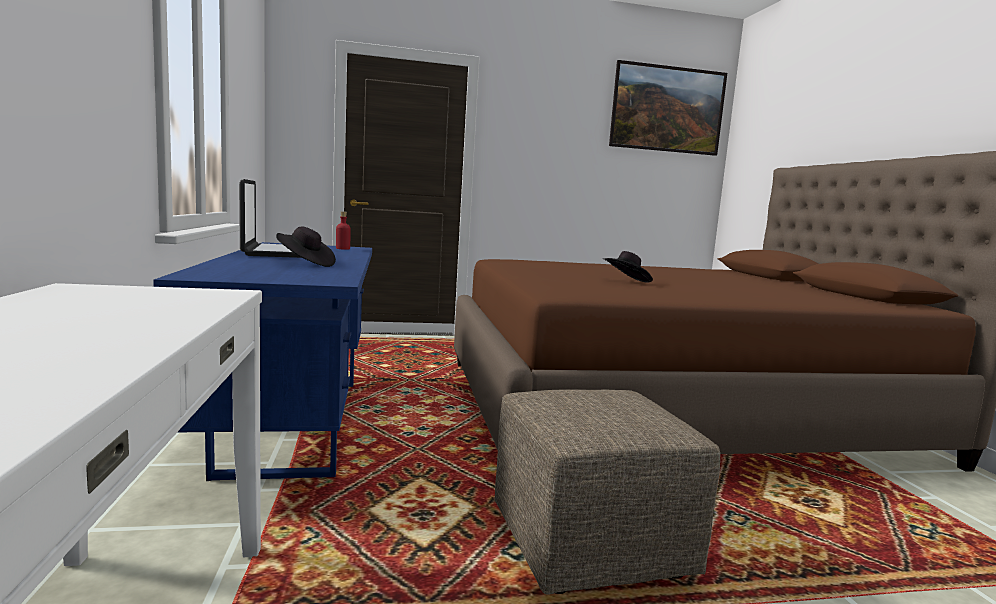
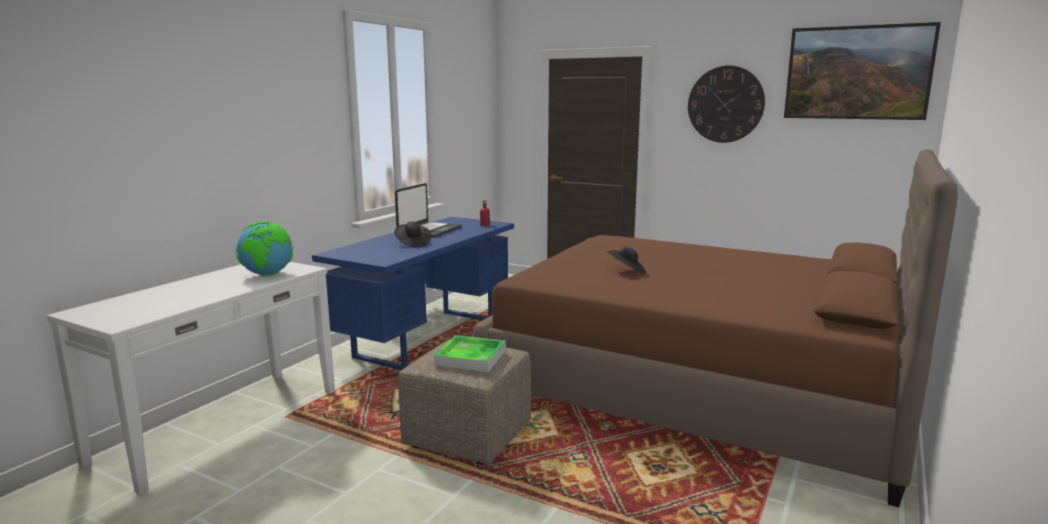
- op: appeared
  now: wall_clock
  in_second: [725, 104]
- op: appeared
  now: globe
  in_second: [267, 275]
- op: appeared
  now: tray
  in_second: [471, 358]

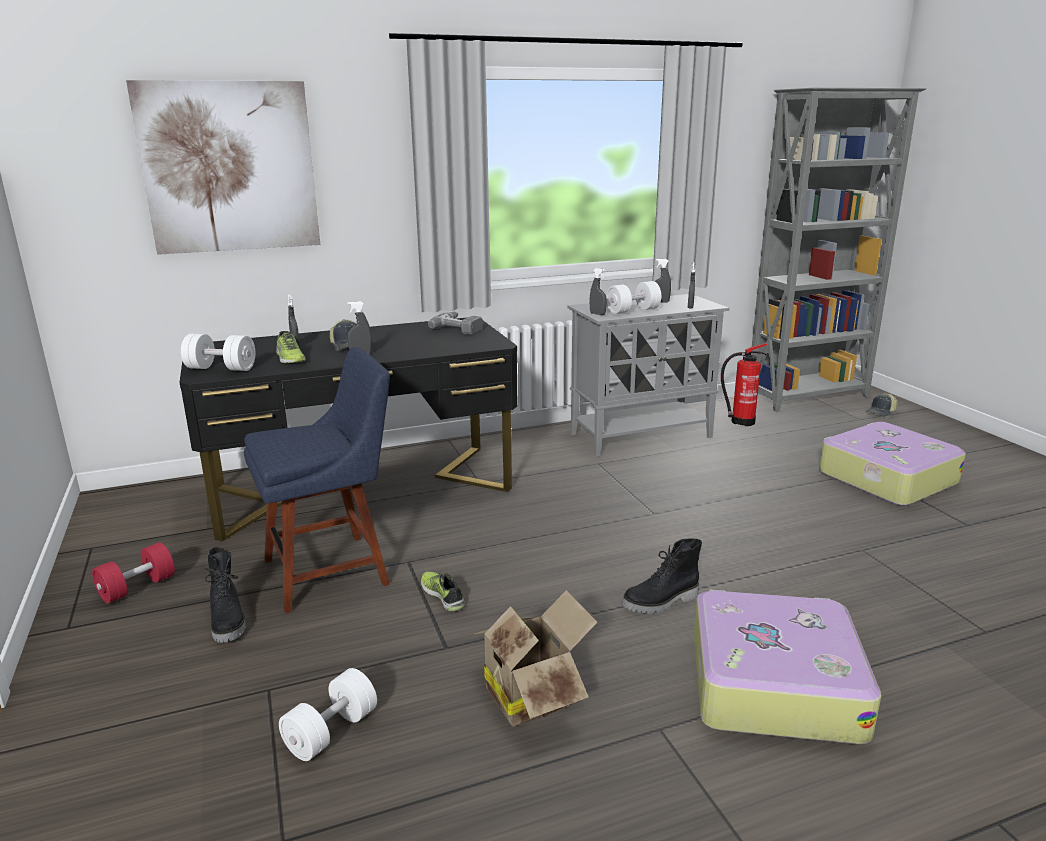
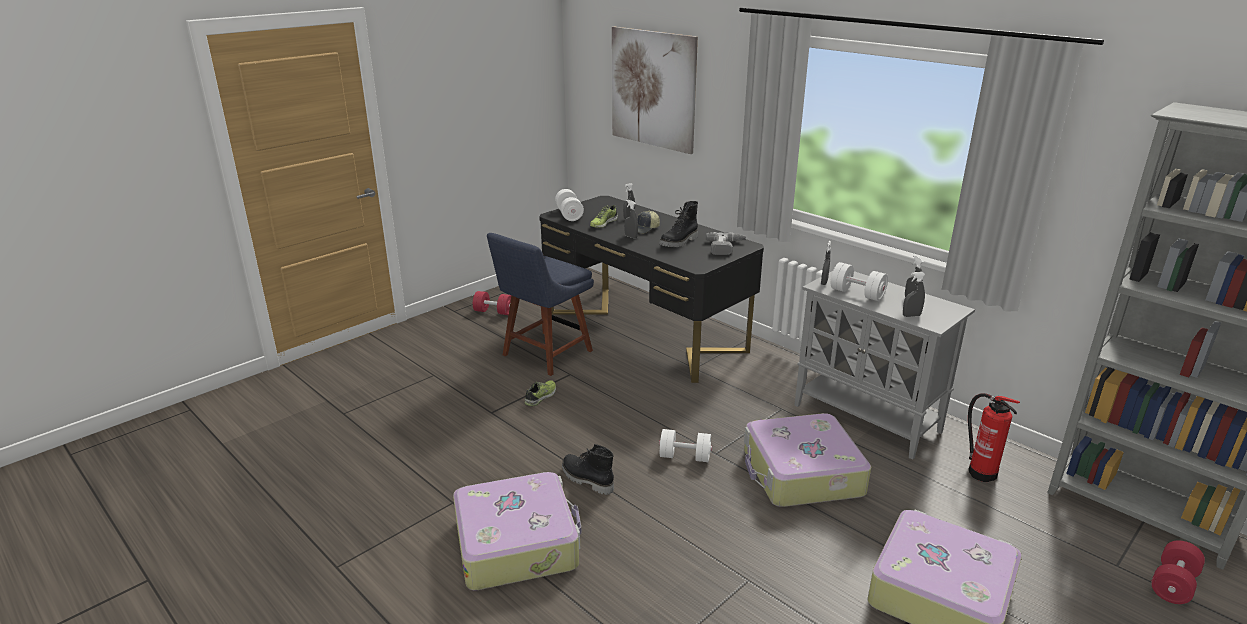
- op: spun
  was: blue_chair
  in_first: [333, 570]
  in_second: [544, 354]
  clockwise: 90
- op: exchanged
  was: cap
  now: red_dumbbell
  in_first: [881, 412]
  in_second: [1173, 584]
- op: relocated
  was: black_boot
  in_first: [229, 621]
  in_second: [679, 242]
- op: missing
  was: cardboard_box
  in_first: [532, 695]
- op: relocated
  was: white_dumbbell
  in_first: [331, 732]
  in_second: [685, 456]
- op: appeared
  now: suitcase
  in_second: [801, 474]

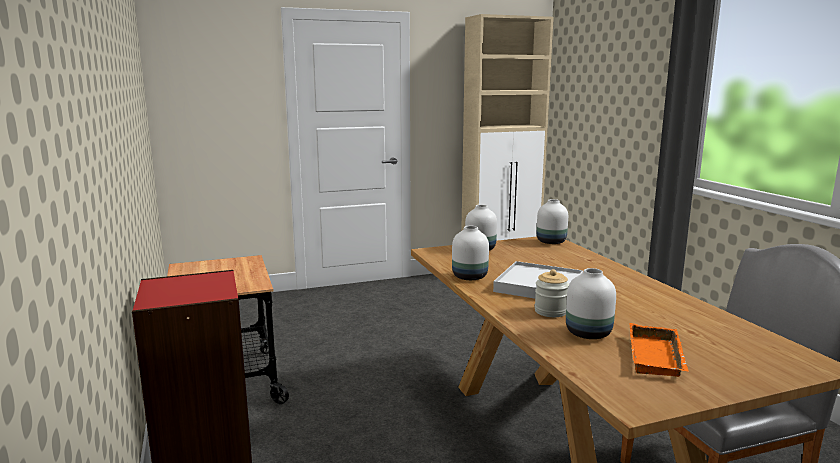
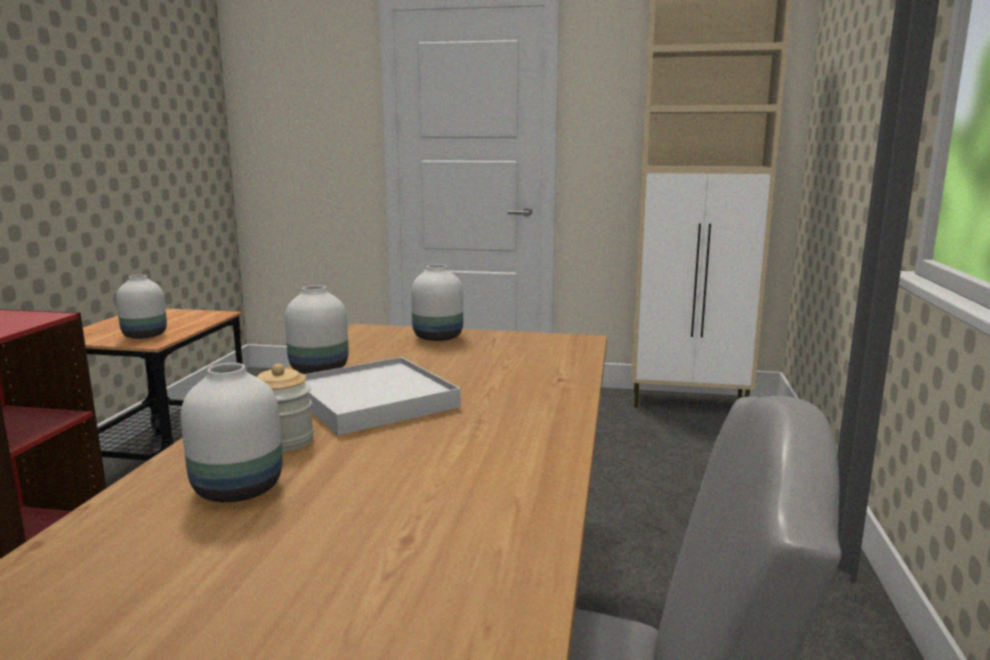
- op: relocated
  was: white_vase
  in_first: [551, 242]
  in_second: [144, 336]
- op: missing
  was: orange_tray
  in_first: [658, 357]

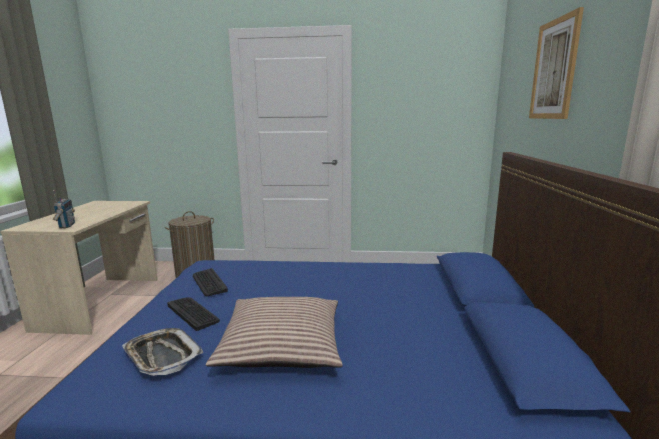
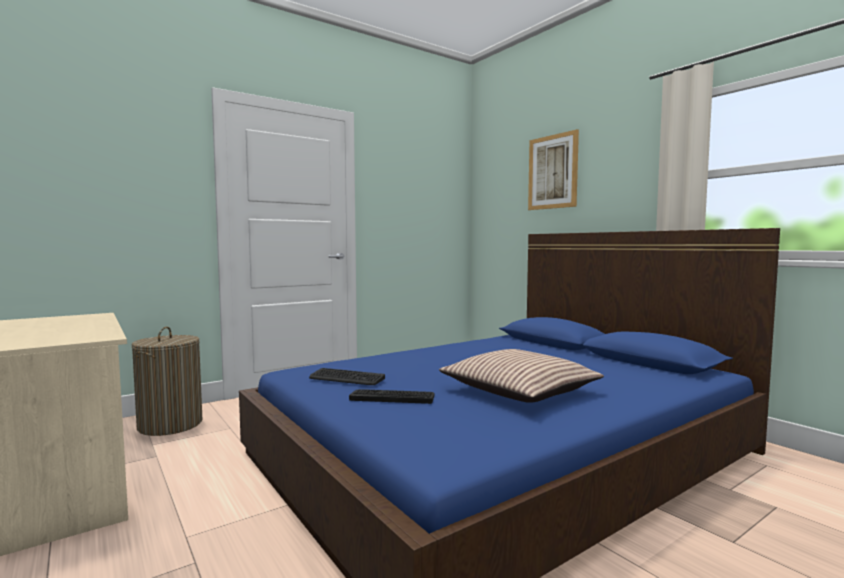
- op: missing
  was: radio
  in_first: [66, 226]
- op: missing
  was: tray
  in_first: [162, 356]

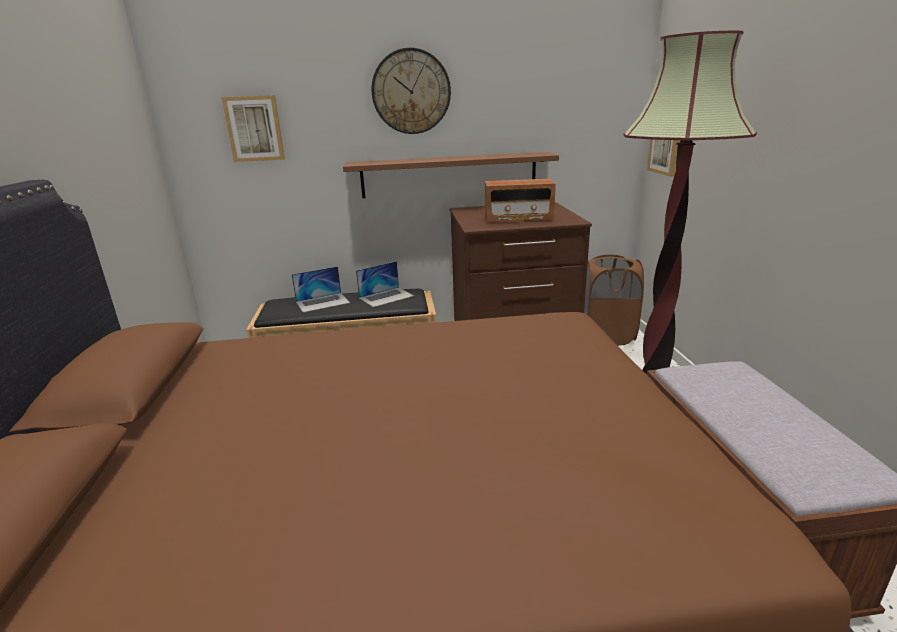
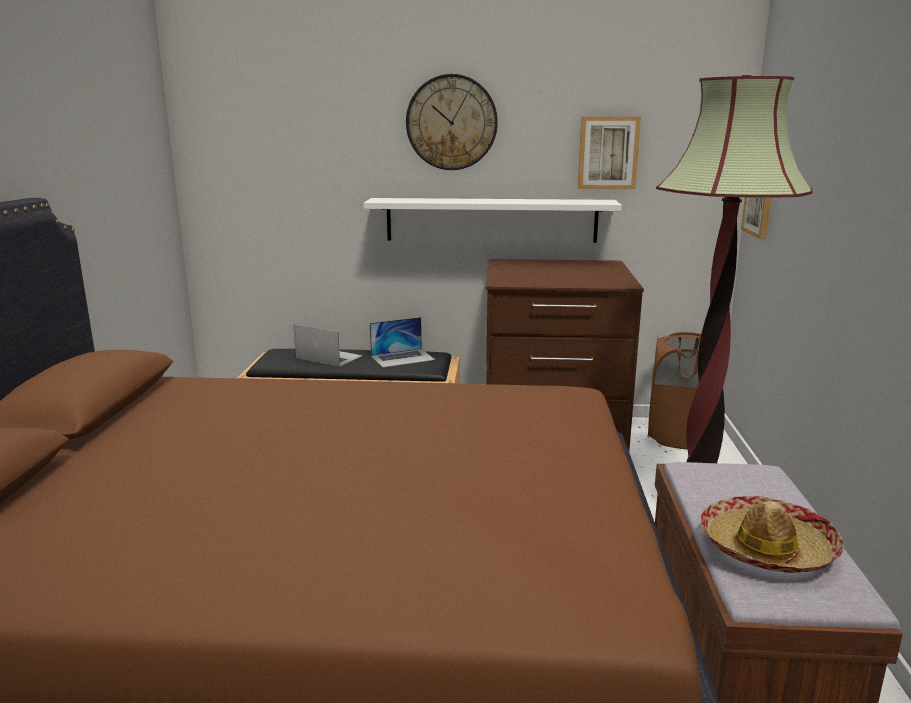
- op: relocated
  was: picture
  in_first: [254, 129]
  in_second: [608, 153]
- op: colour
  was: brown_shelf
  now: white_shelf
  in_first: [449, 175]
  in_second: [491, 220]
- op: missing
  was: radio
  in_first: [518, 219]
- op: spun
  was: laptop
  in_first: [323, 302]
  in_second: [328, 357]
  clockwise: -135
- op: appeared
  now: hat
  in_second: [767, 548]

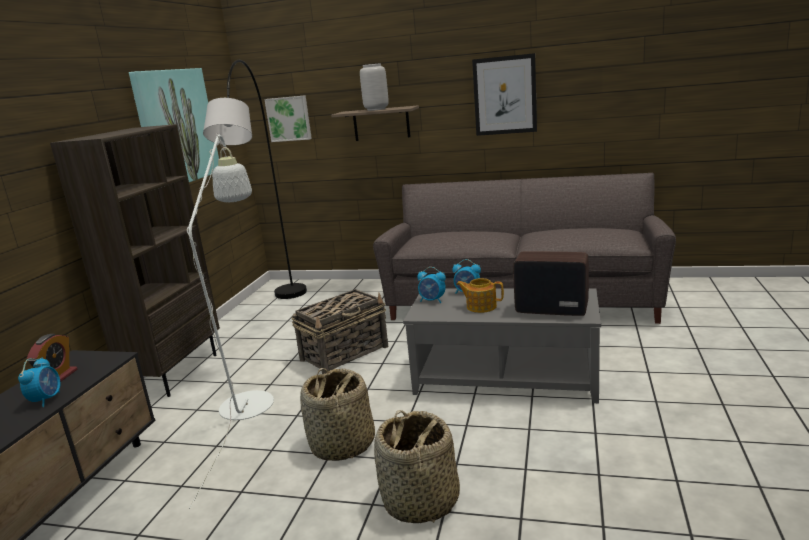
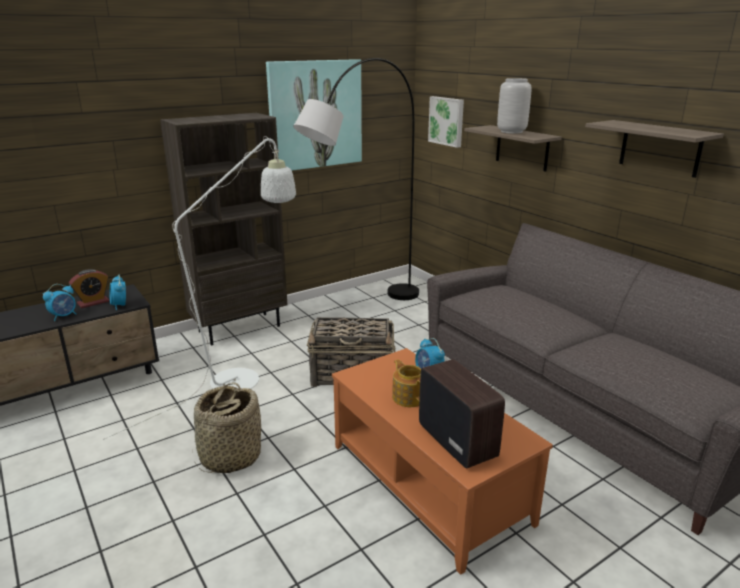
- op: exchanged
  was: picture
  now: shelf
  in_first: [505, 95]
  in_second: [660, 148]
- op: relocated
  was: alarm_clock
  in_first: [432, 301]
  in_second: [120, 305]
- op: colour
  was: grey_coffee_table
  now: orange_coffee_table
  in_first: [506, 376]
  in_second: [429, 482]
- op: missing
  was: basket
  in_first: [420, 502]

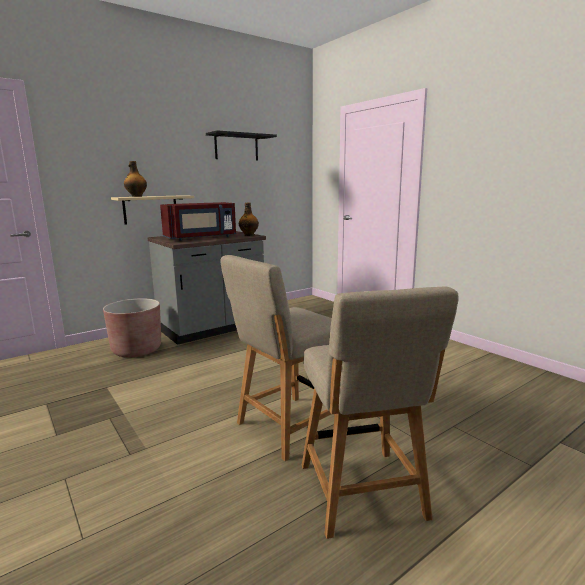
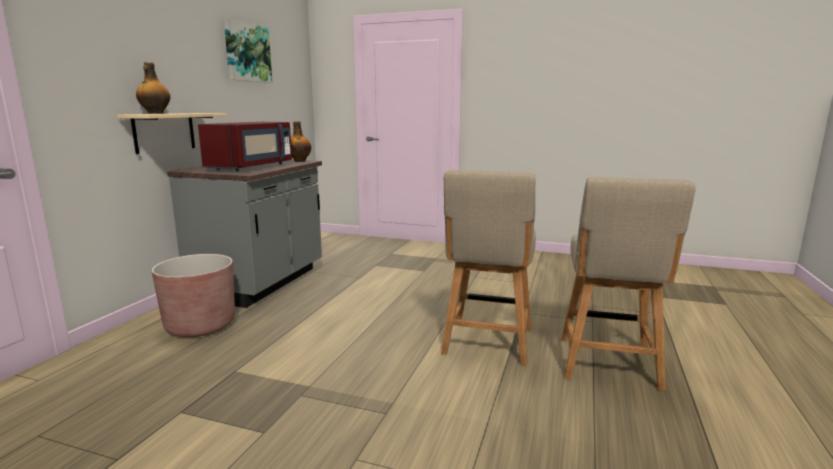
- op: exchanged
  was: black_shelf
  now: picture
  in_first: [236, 147]
  in_second: [247, 53]
- op: spun
  was: beige_chair
  in_first: [363, 495]
  in_second: [608, 365]
  clockwise: 60

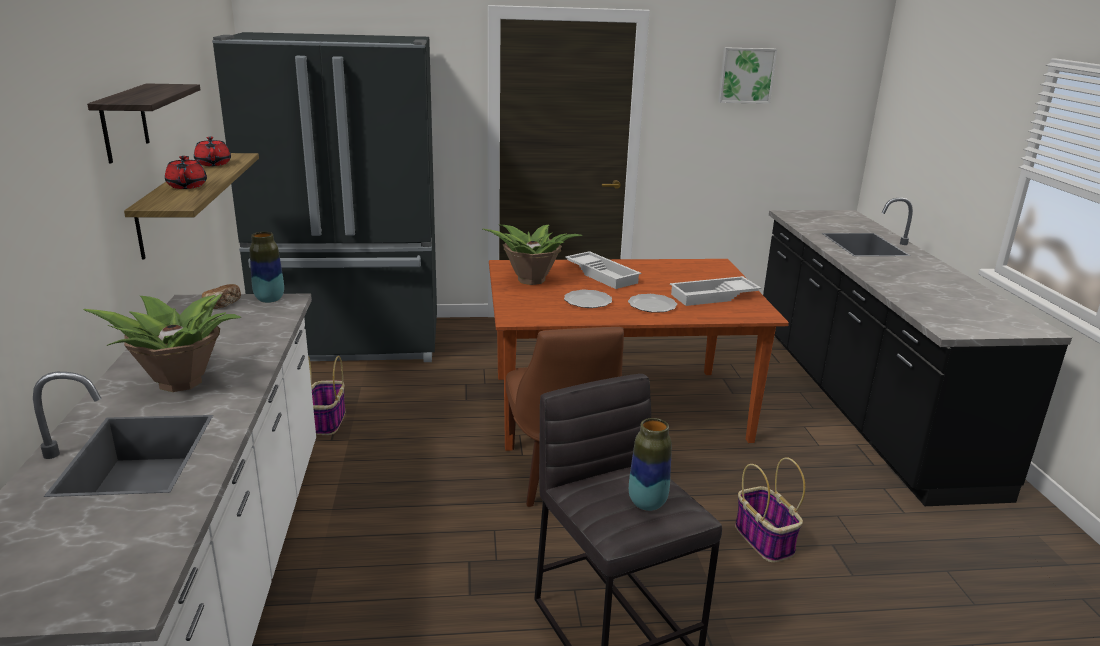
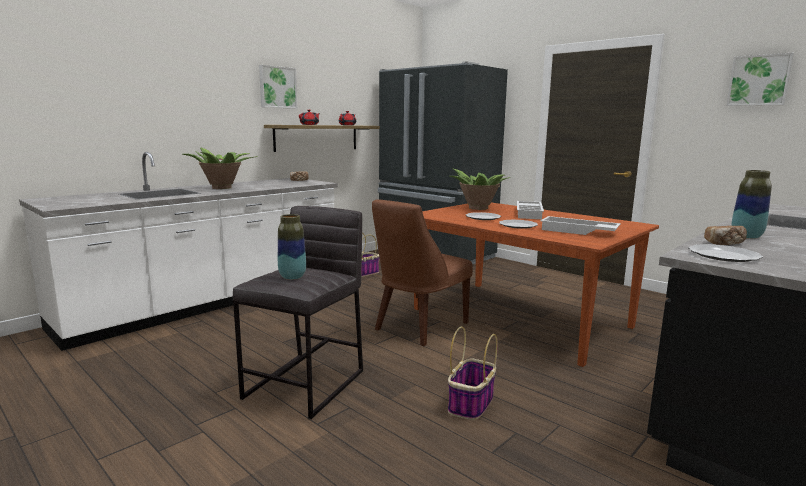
- op: exchanged
  was: shelf
  now: picture
  in_first: [124, 122]
  in_second: [277, 87]
- op: relocated
  was: vase
  in_first: [269, 299]
  in_second: [746, 237]
- op: appeared
  now: bread
  in_second: [725, 243]
- op: appeared
  now: plate
  in_second: [724, 256]

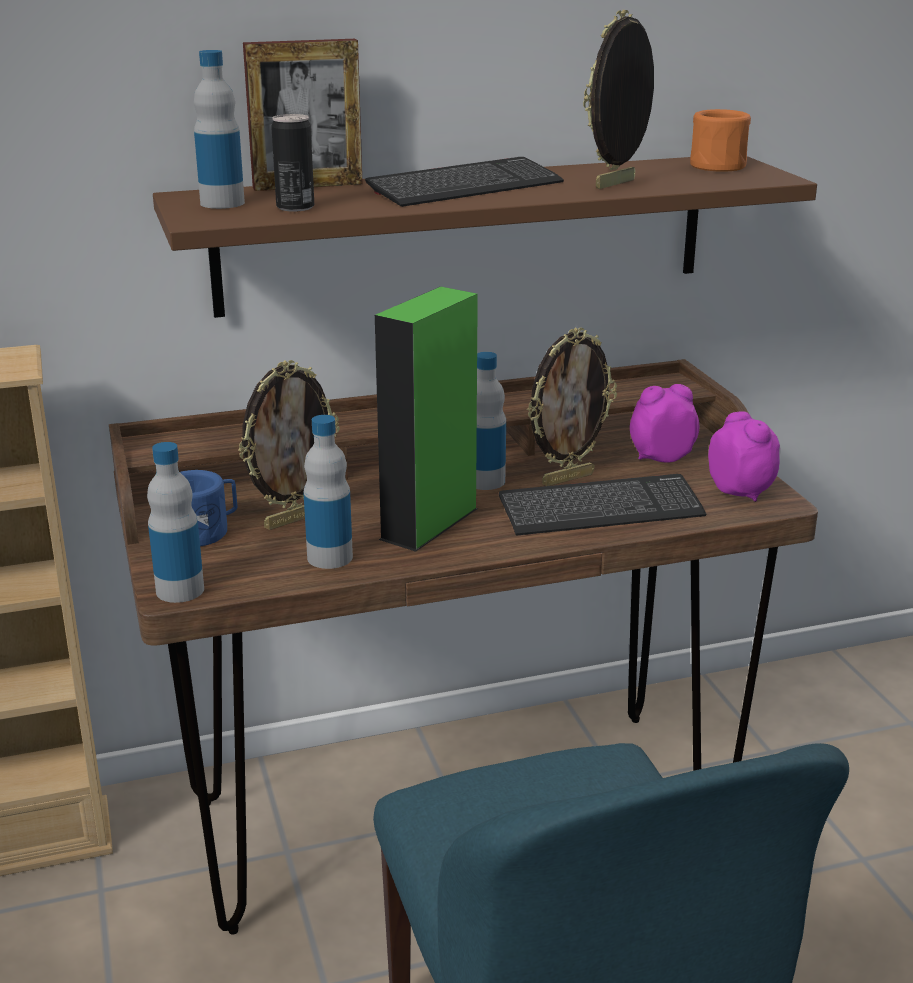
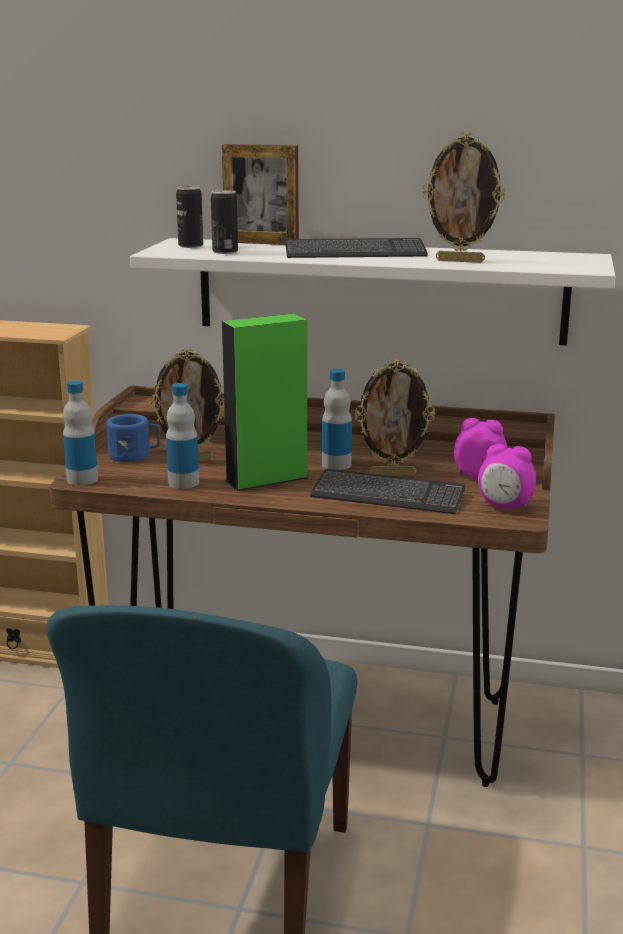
- op: spun
  was: picture_frame
  in_first: [617, 184]
  in_second: [460, 261]
  clockwise: -150
- op: exchanged
  was: bottle
  now: can
  in_first: [222, 203]
  in_second: [190, 246]
- op: missing
  was: orange_mug
  in_first: [716, 165]
- op: colour
  was: brown_shelf
  now: white_shelf
  in_first: [465, 233]
  in_second: [379, 290]
- op: spun
  was: alarm_clock
  in_first: [741, 491]
  in_second: [505, 506]
  clockwise: 105

